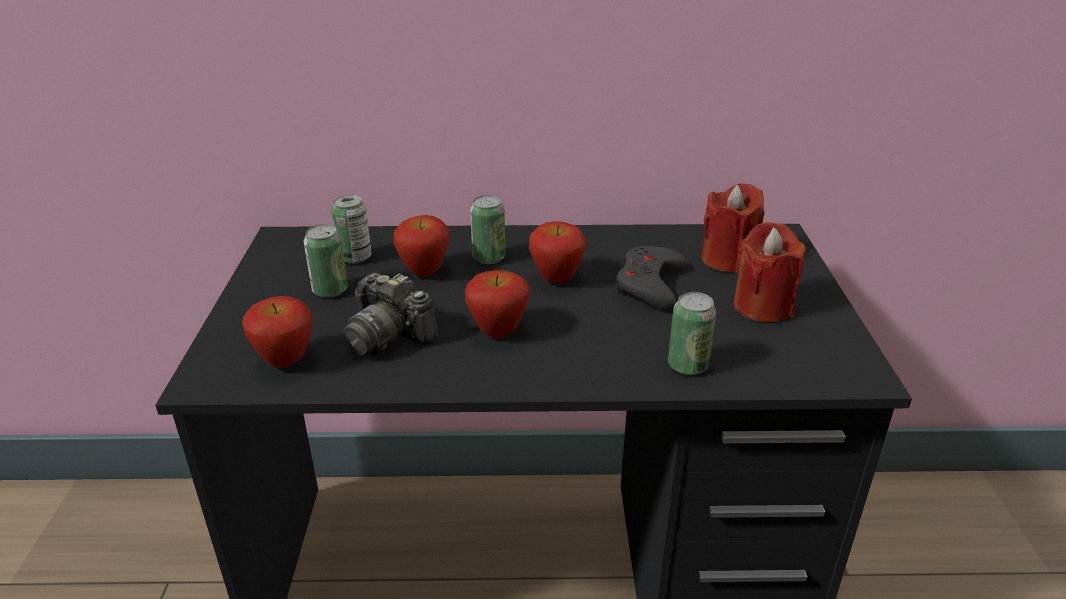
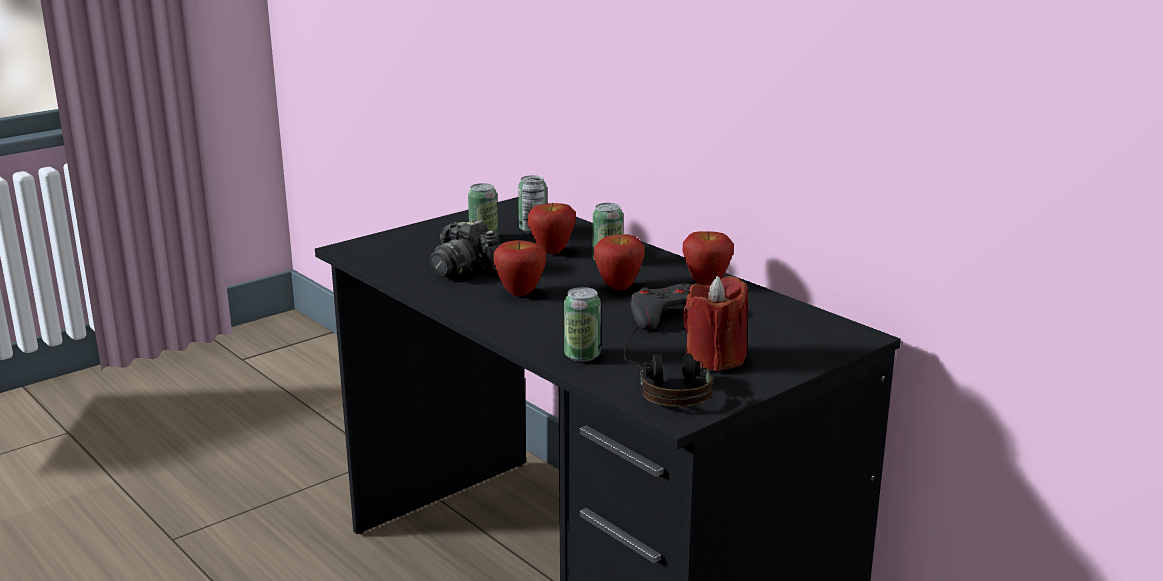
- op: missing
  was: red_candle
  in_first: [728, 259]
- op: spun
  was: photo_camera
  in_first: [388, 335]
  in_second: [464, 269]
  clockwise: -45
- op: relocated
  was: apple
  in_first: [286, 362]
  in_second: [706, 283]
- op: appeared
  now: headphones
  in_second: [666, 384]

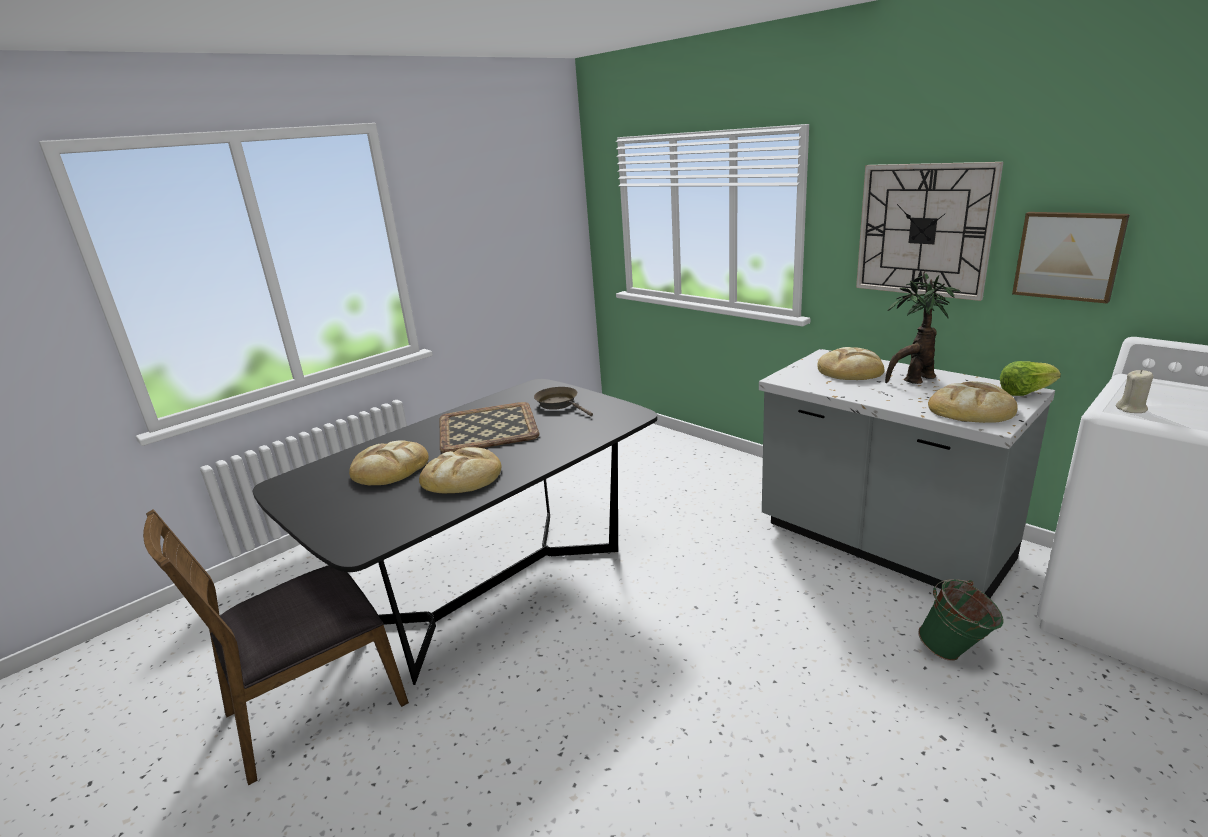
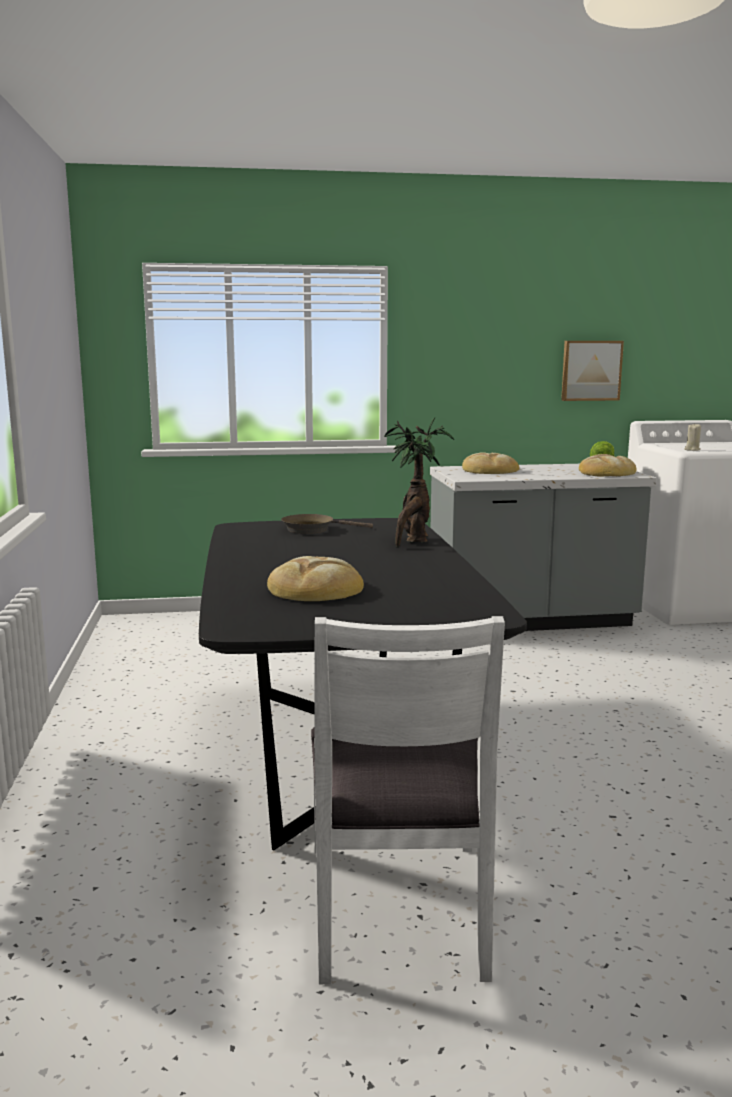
- op: missing
  was: wall_clock
  in_first: [923, 230]
- op: relocated
  was: potted_plant
  in_first: [914, 380]
  in_second: [414, 541]
- op: missing
  was: tray
  in_first: [486, 428]
- op: missing
  was: bread
  in_first: [462, 476]
- op: colour
  was: brown_chair
  now: white_chair
  in_first: [313, 706]
  in_second: [398, 908]
- op: missing
  was: green_bucket
  in_first: [956, 653]

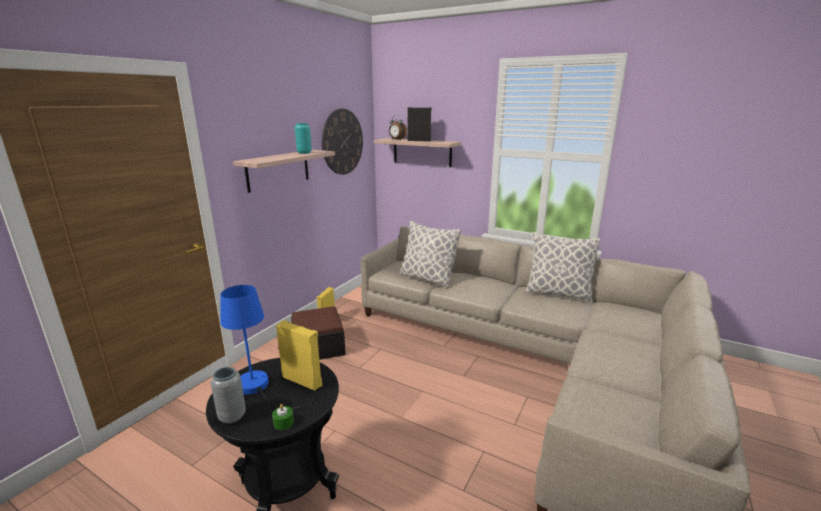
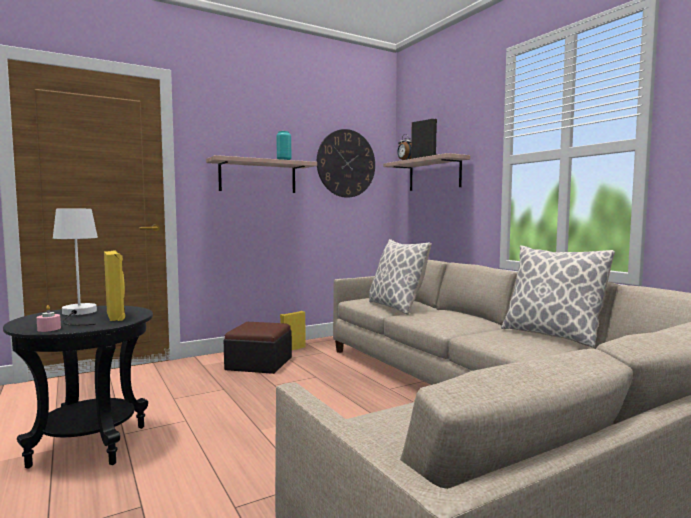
- op: colour
  was: blue_table_lamp
  now: white_table_lamp
  in_first: [259, 388]
  in_second: [78, 314]
- op: missing
  was: grey_vase
  in_first: [232, 416]
- op: colour
  was: green_candle
  now: pink_candle
  in_first: [283, 423]
  in_second: [49, 329]

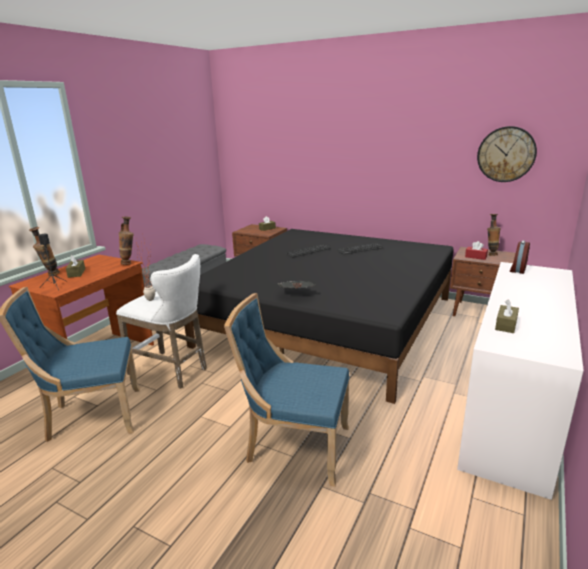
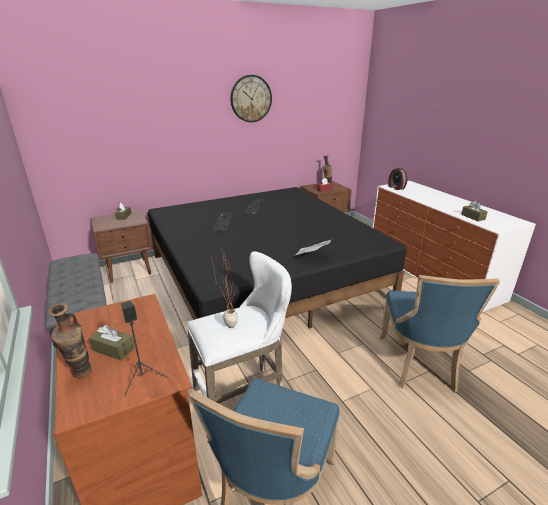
- op: relocated
  was: wall_clock
  in_first: [506, 154]
  in_second: [251, 99]
- op: missing
  was: vase
  in_first: [129, 263]
- op: spun
  was: blue_chair
  in_first: [294, 446]
  in_second: [419, 365]
  clockwise: -45

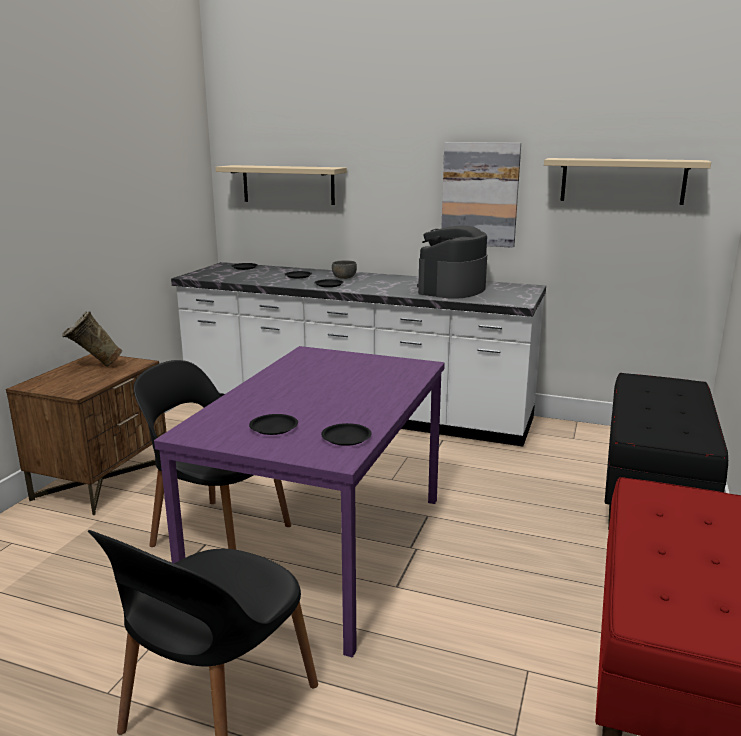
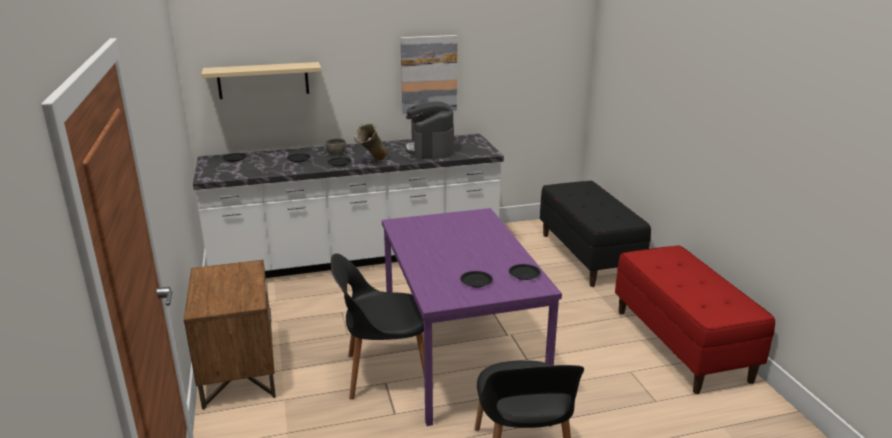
- op: missing
  was: beige_shelf
  in_first: [622, 181]
- op: relocated
  was: beige_vase
  in_first: [94, 367]
  in_second: [372, 162]

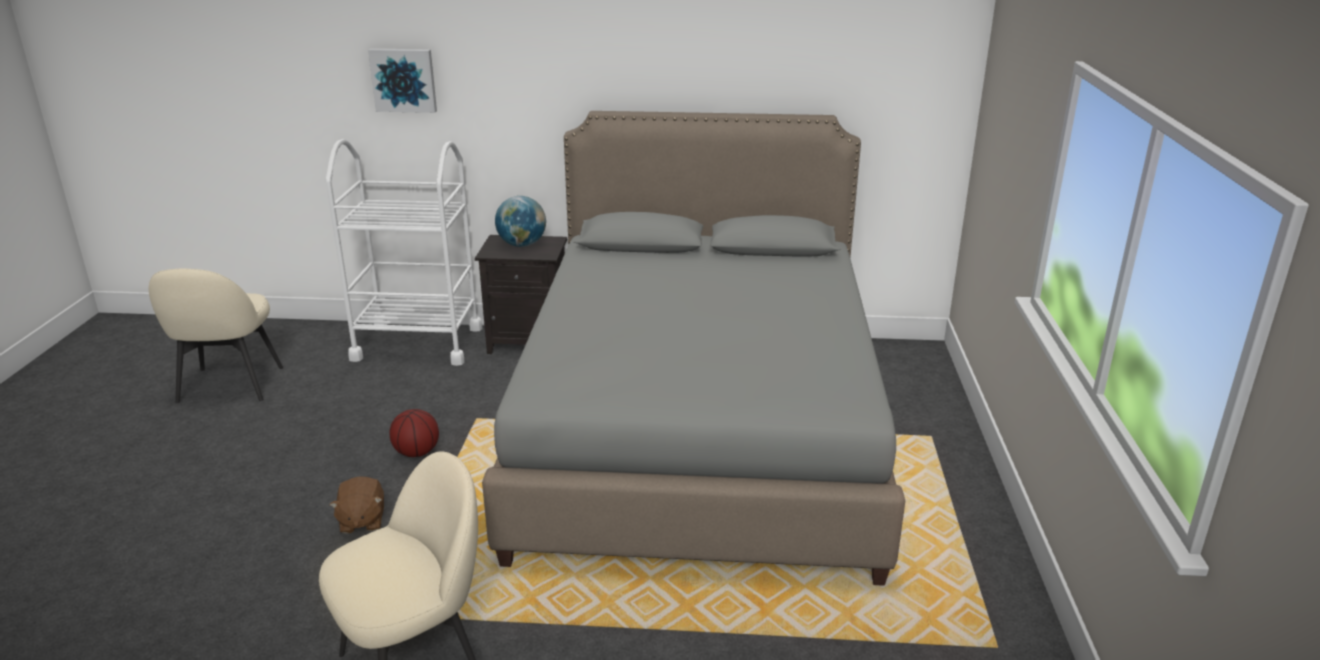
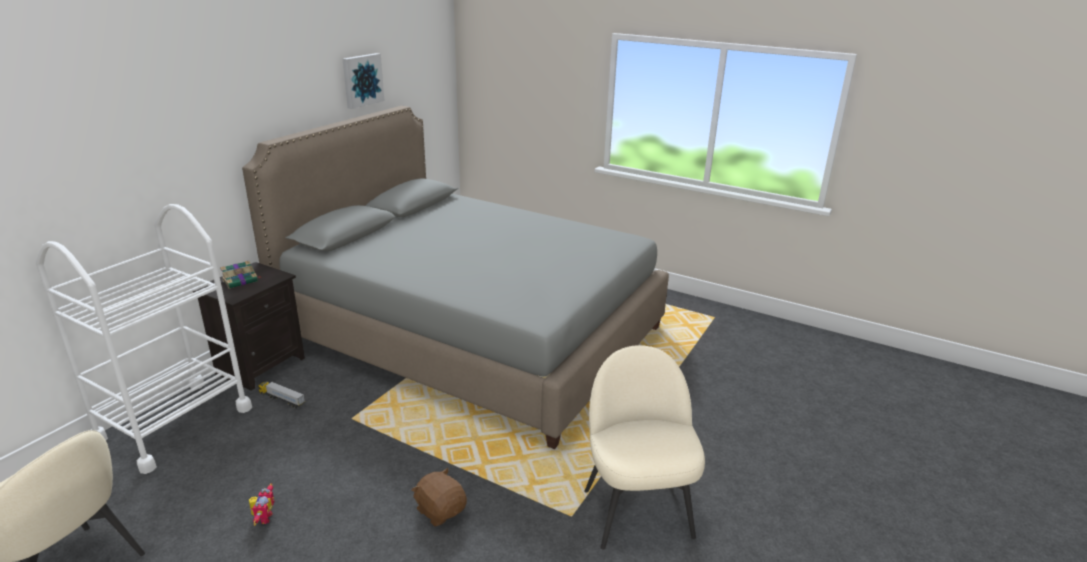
- op: relocated
  was: picture
  in_first: [404, 80]
  in_second: [362, 80]
- op: exchanged
  was: globe
  now: book
  in_first: [522, 245]
  in_second: [241, 281]
- op: missing
  was: basketball
  in_first: [417, 452]
- op: spun
  was: brown_plush_toy
  in_first: [361, 521]
  in_second: [441, 510]
  clockwise: -150
- op: appeared
  now: toy_truck
  in_second: [282, 399]
- op: appeared
  now: toy_robot
  in_second: [263, 518]

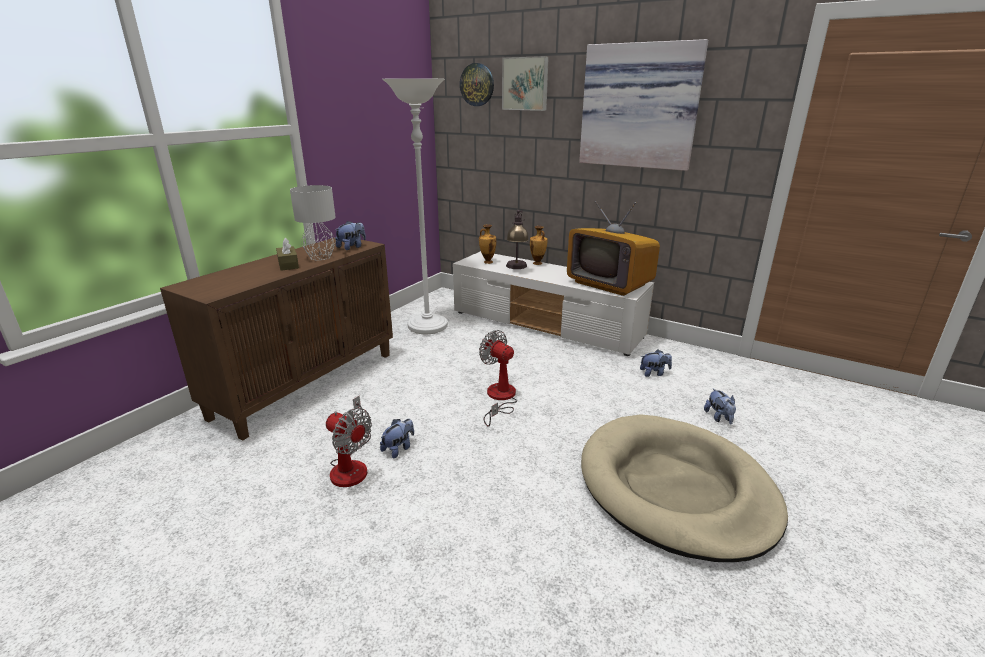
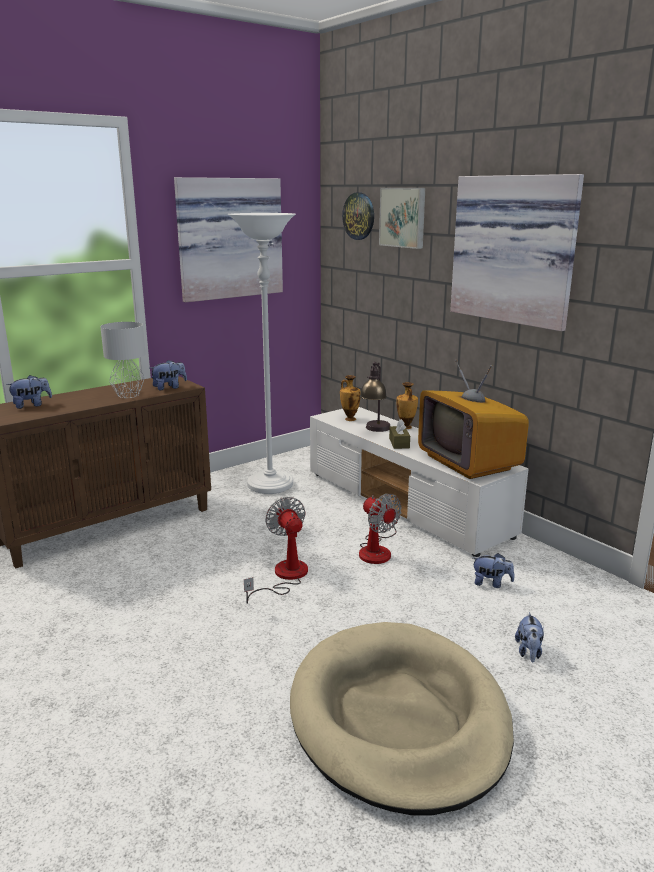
- op: relocated
  was: brown_tissue_box
  in_first: [288, 264]
  in_second: [399, 443]
- op: relocated
  was: fan
  in_first: [351, 465]
  in_second: [377, 549]
- op: relocated
  was: plush_toy
  in_first: [399, 448]
  in_second: [31, 405]
- op: appeared
  now: picture
  in_second: [228, 238]

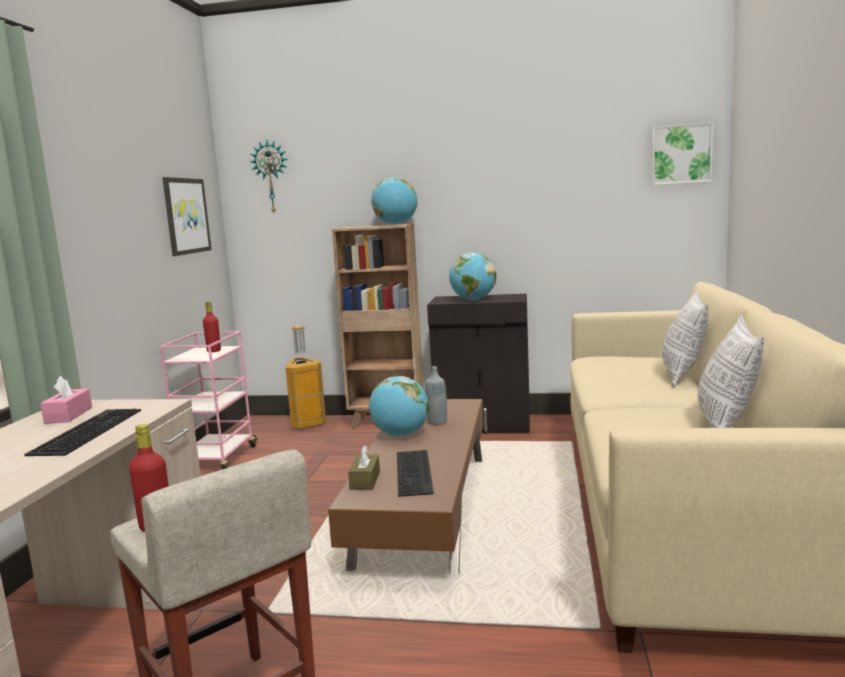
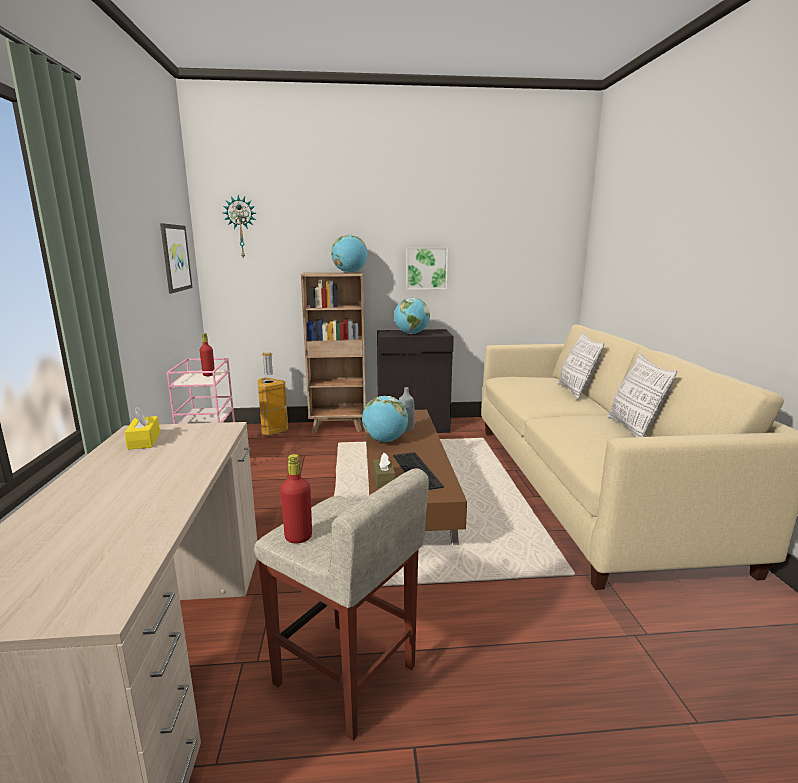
- op: relocated
  was: picture
  in_first: [680, 154]
  in_second: [426, 268]
- op: colour
  was: pink_tissue_box
  now: yellow_tissue_box
  in_first: [68, 415]
  in_second: [144, 440]
- op: missing
  was: keyboard
  in_first: [86, 430]

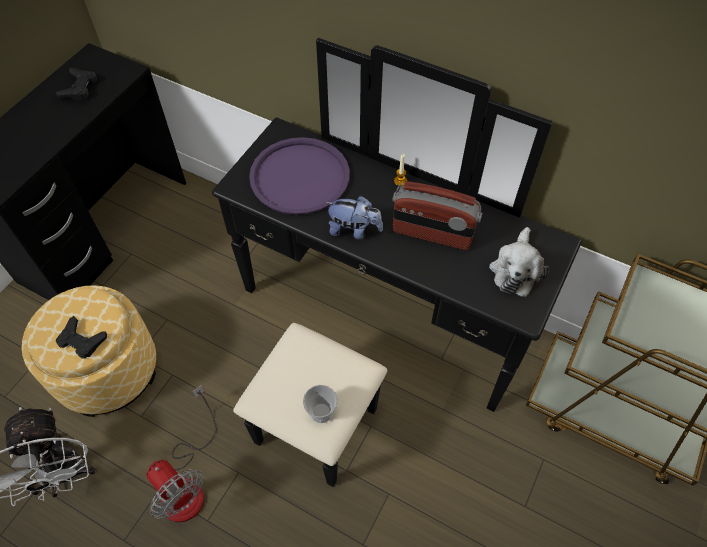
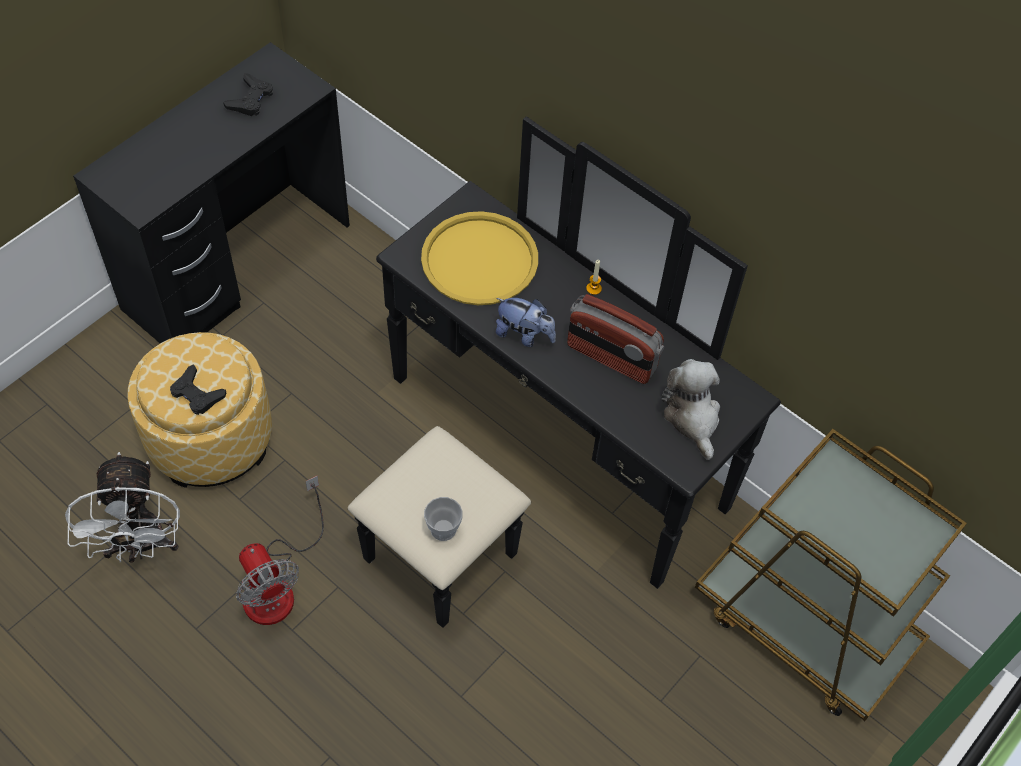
- op: colour
  was: purple_tray
  now: yellow_tray
  in_first: [300, 177]
  in_second: [480, 260]
- op: spun
  was: plush_toy
  in_first: [515, 269]
  in_second: [692, 417]
  clockwise: 135

